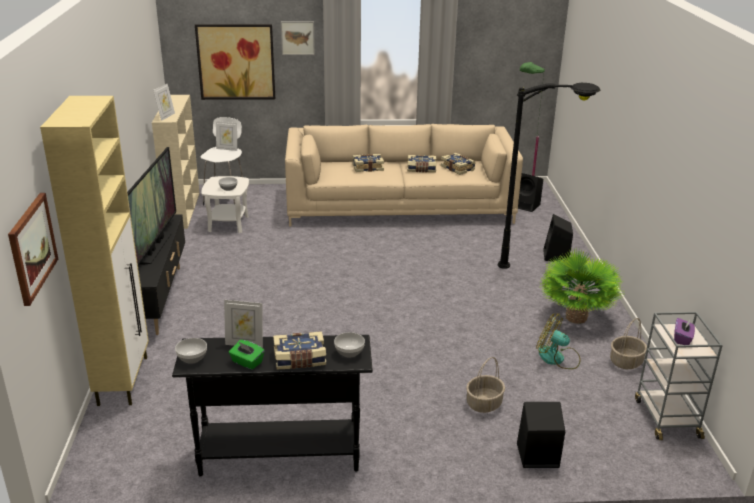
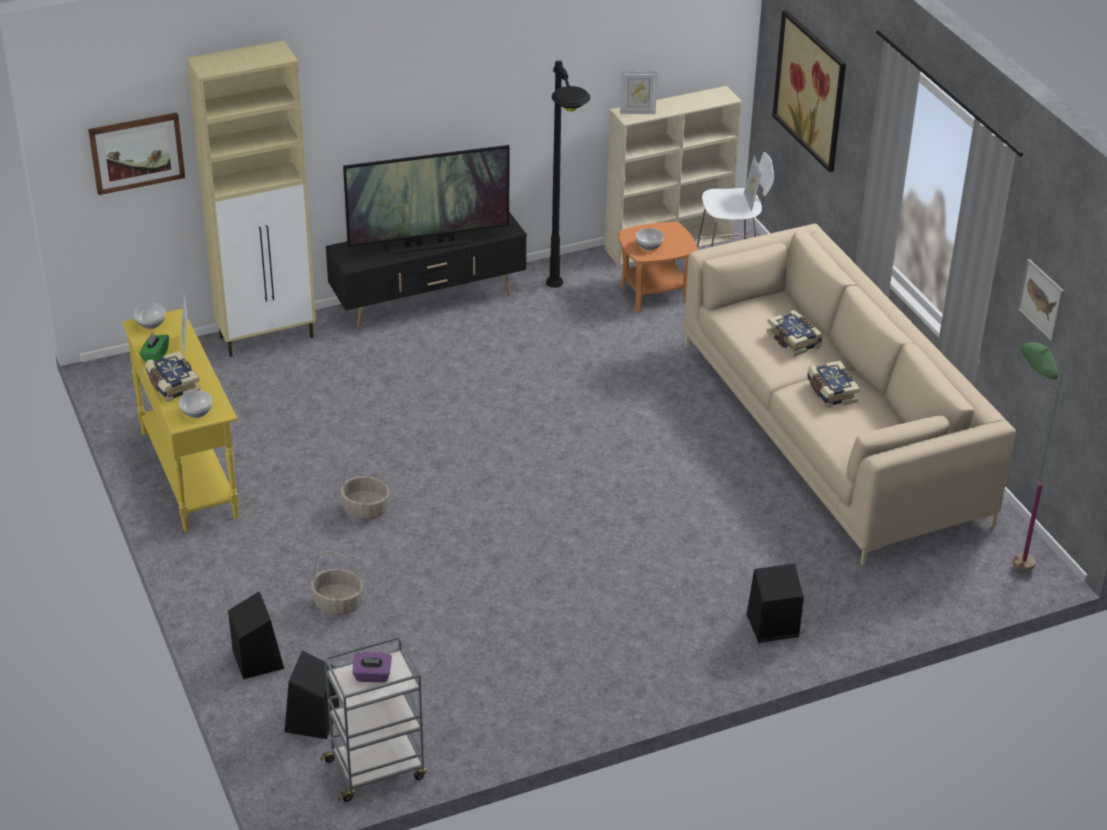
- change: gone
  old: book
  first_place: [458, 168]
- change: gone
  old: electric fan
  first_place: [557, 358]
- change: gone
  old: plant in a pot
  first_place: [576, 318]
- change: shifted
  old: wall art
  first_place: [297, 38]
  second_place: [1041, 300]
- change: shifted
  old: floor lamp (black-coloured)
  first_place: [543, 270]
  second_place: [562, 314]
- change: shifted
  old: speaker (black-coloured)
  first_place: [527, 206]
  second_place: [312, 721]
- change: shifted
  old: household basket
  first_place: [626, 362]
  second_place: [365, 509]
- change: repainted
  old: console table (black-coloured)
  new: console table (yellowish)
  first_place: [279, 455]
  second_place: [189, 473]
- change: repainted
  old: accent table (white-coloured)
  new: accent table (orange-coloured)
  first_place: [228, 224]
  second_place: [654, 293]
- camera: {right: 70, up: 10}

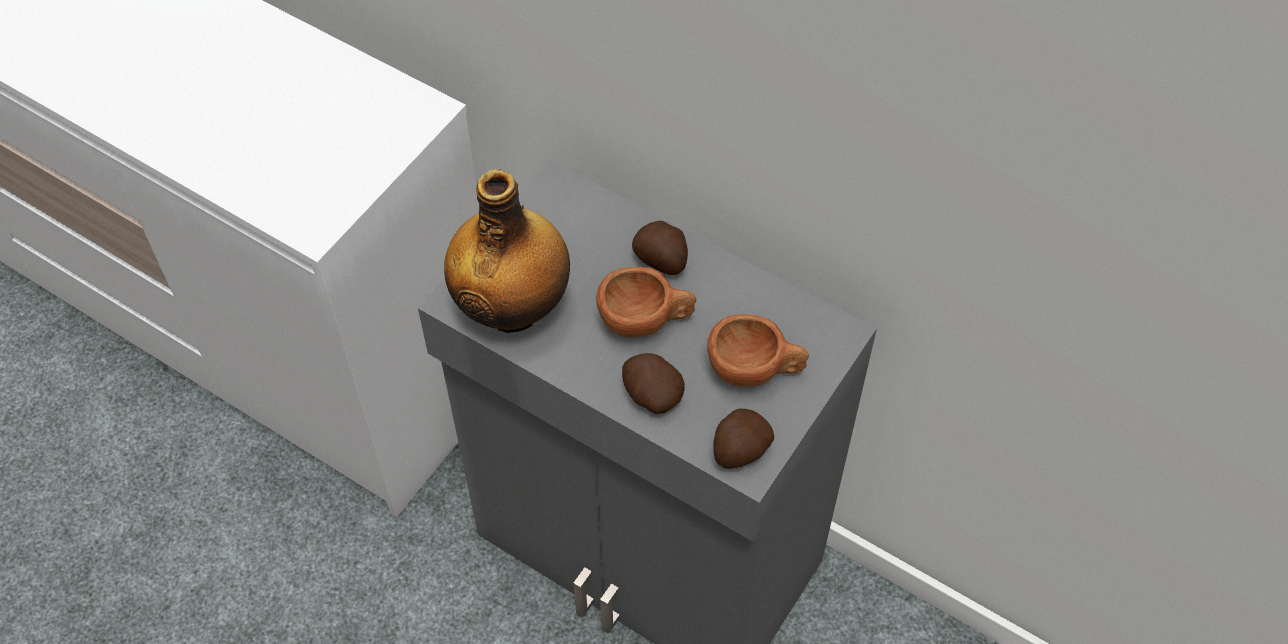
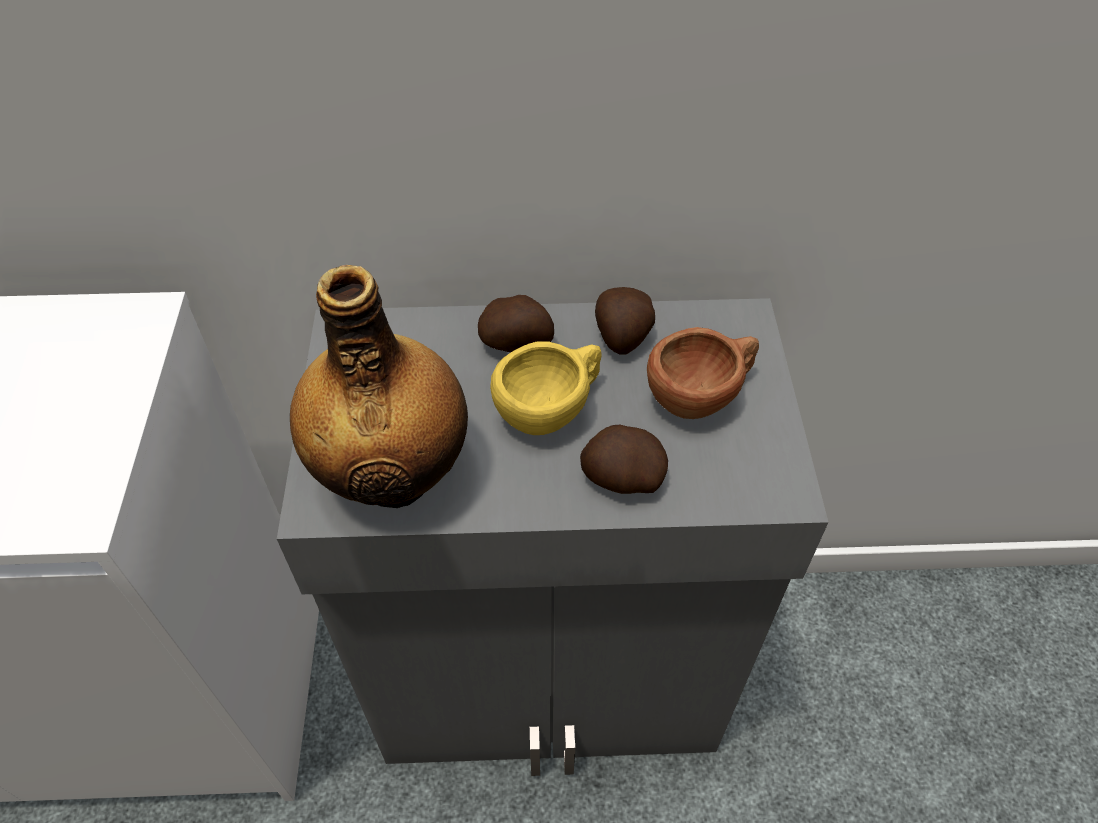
- change: shifted
  old: spud
  first_place: [739, 451]
  second_place: [622, 337]
- change: repainted
  old: drinking cup (brown-coloured)
  new: drinking cup (yellowish)
  first_place: [646, 321]
  second_place: [552, 408]
- camera: {right: -35, up: -5}

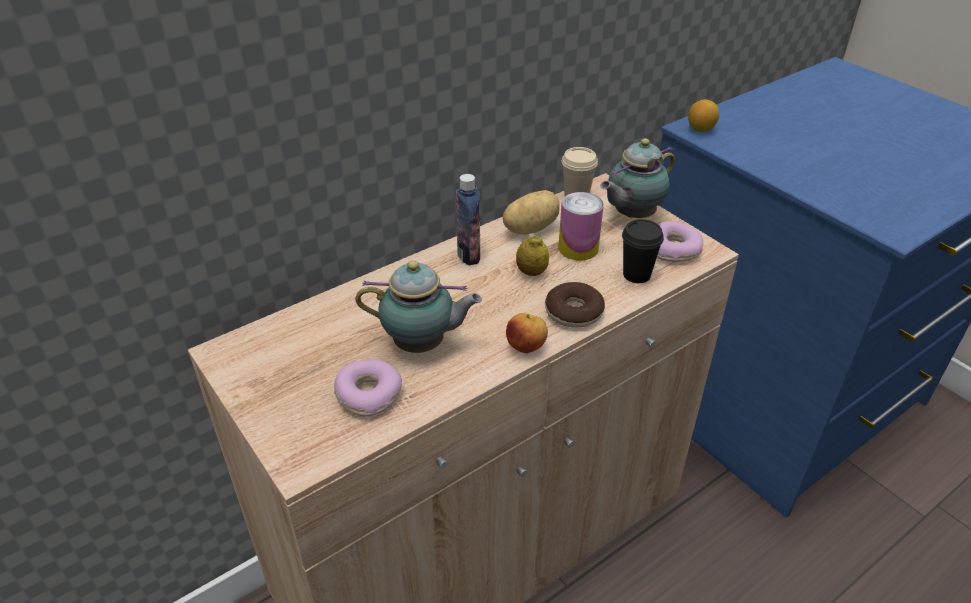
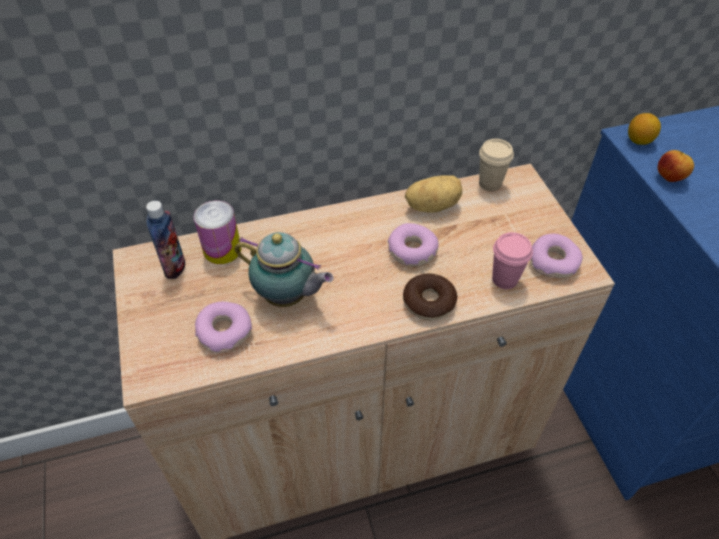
- change: gone
  old: teapot
  first_place: [631, 215]
- change: shifted
  old: bottle
  first_place: [468, 255]
  second_place: [174, 267]
- change: shifted
  old: apple fruit
  first_place: [526, 347]
  second_place: [670, 178]
- change: shifted
  old: sealed can
  first_place: [578, 248]
  second_place: [222, 250]
- change: swapped
  old: lemon
  new: donut
  first_place: [531, 272]
  second_place: [412, 251]
- change: repainted
  old: drinking cup (black-coloured)
  new: drinking cup (pink-coloured)
  first_place: [636, 275]
  second_place: [504, 279]
- camera: {right: 20, up: 10}

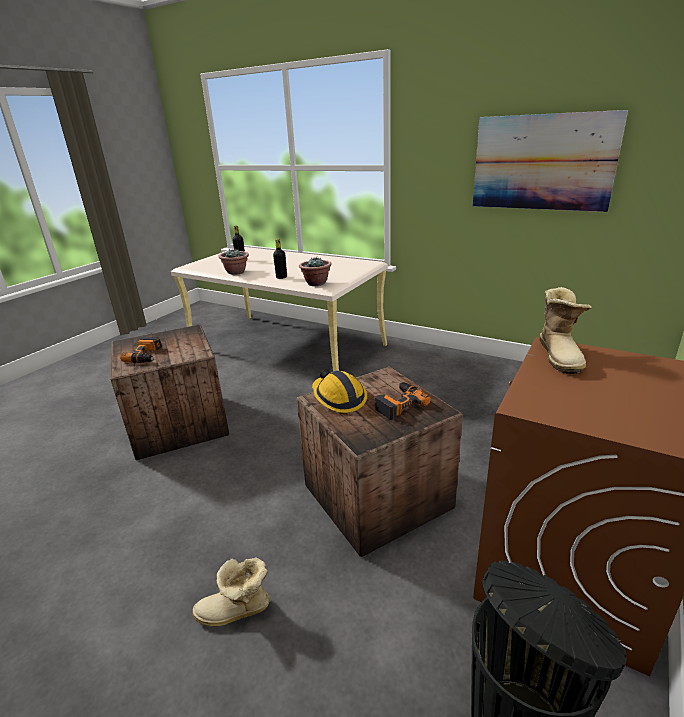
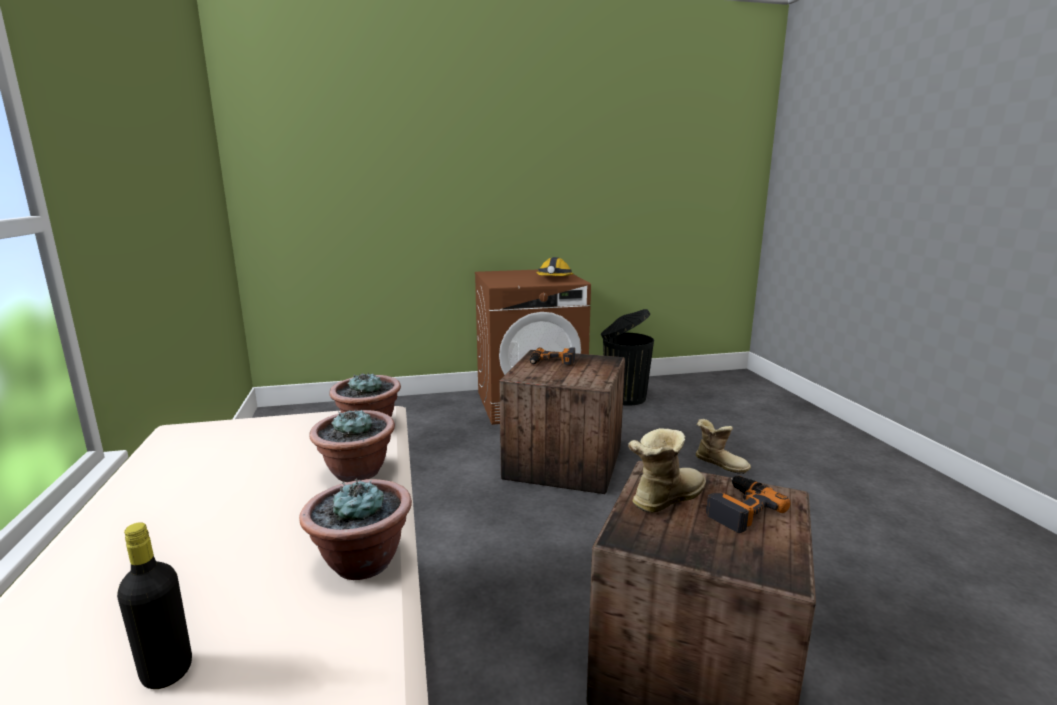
- change: gone
  old: wall art
  first_place: [542, 162]
- change: shifted
  old: work helmet
  first_place: [338, 398]
  second_place: [554, 279]
- change: shifted
  old: tall boot
  first_place: [561, 355]
  second_place: [663, 498]
- change: swapped
  old: bottle (black-coloured)
  new: plant in a pot
  first_place: [281, 277]
  second_place: [357, 472]
- camera: {right: -135, up: -10}

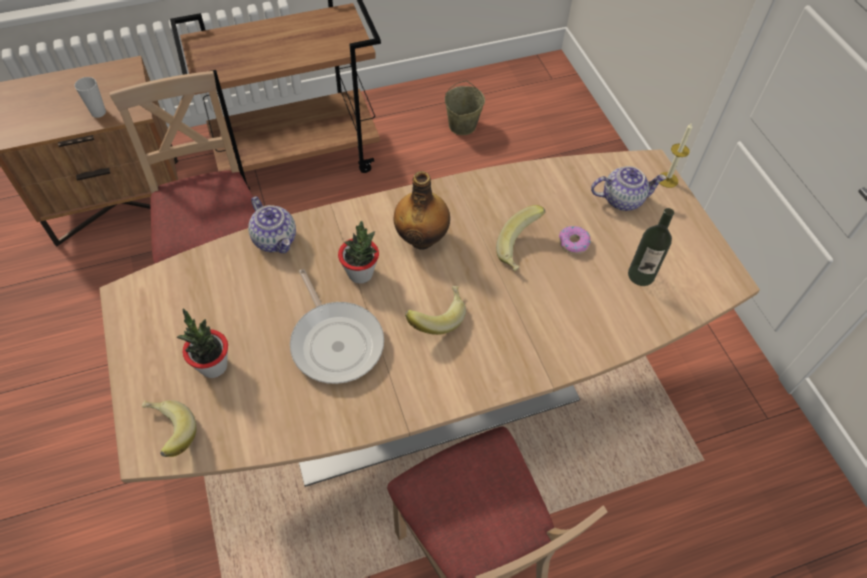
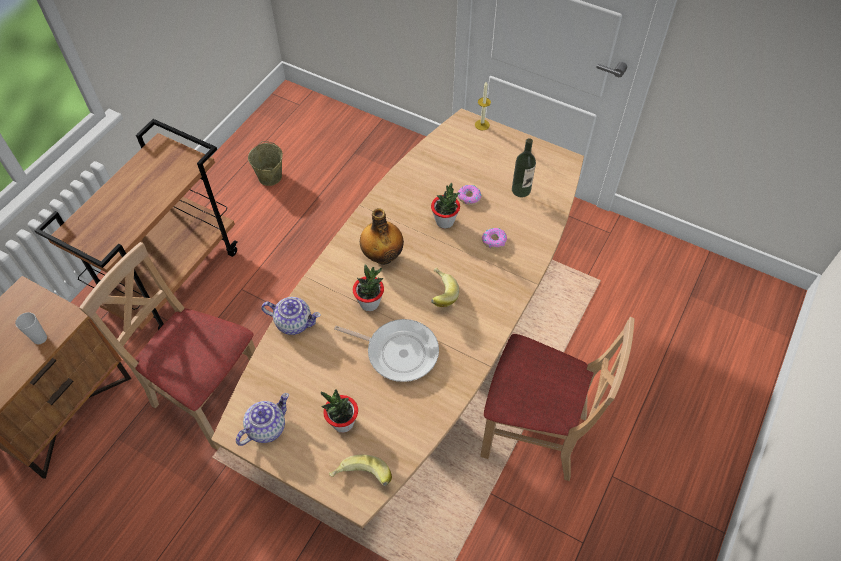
- change: new
  new: donut
  second_place: [494, 240]
- change: shifted
  old: teapot
  first_place: [622, 199]
  second_place: [266, 427]
- change: swapped
  old: banana
  new: plant in a pot
  first_place: [521, 249]
  second_place: [445, 221]
- camera: {right: -40, up: 0}

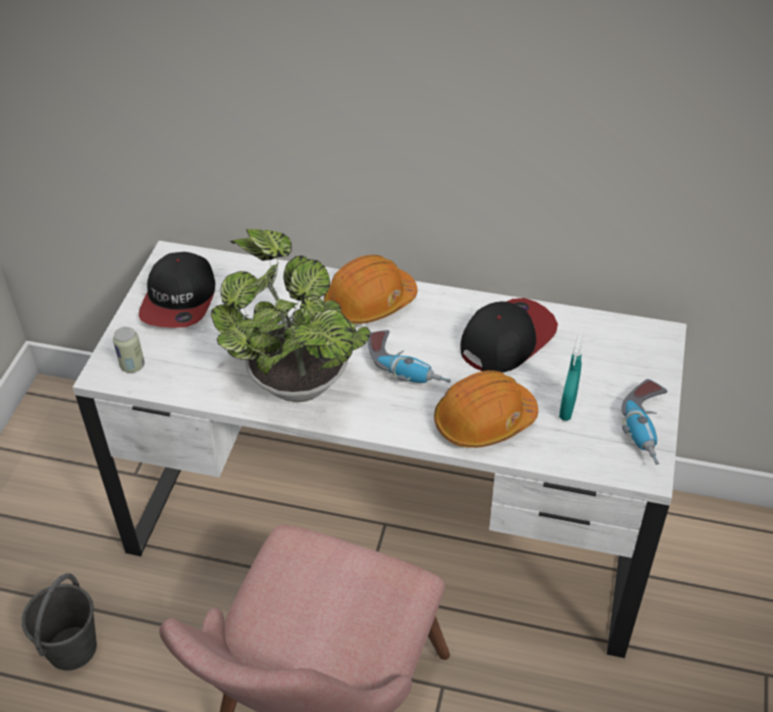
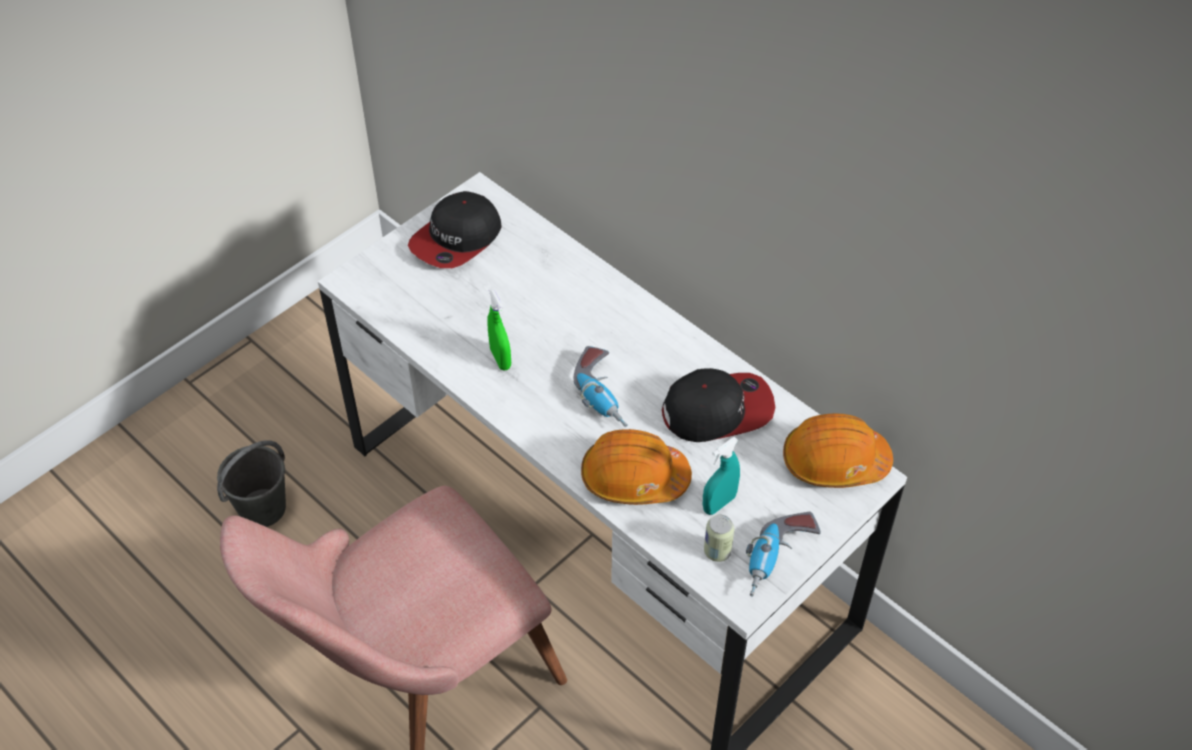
- change: shifted
  old: sealed can
  first_place: [132, 366]
  second_place: [717, 552]
- change: shifted
  old: work helmet (orange-coloured)
  first_place: [369, 303]
  second_place: [834, 462]
- change: swapped
  old: plant in a pot
  new: sprayer (green)
  first_place: [294, 378]
  second_place: [500, 358]
- camera: {right: 30, up: 5}

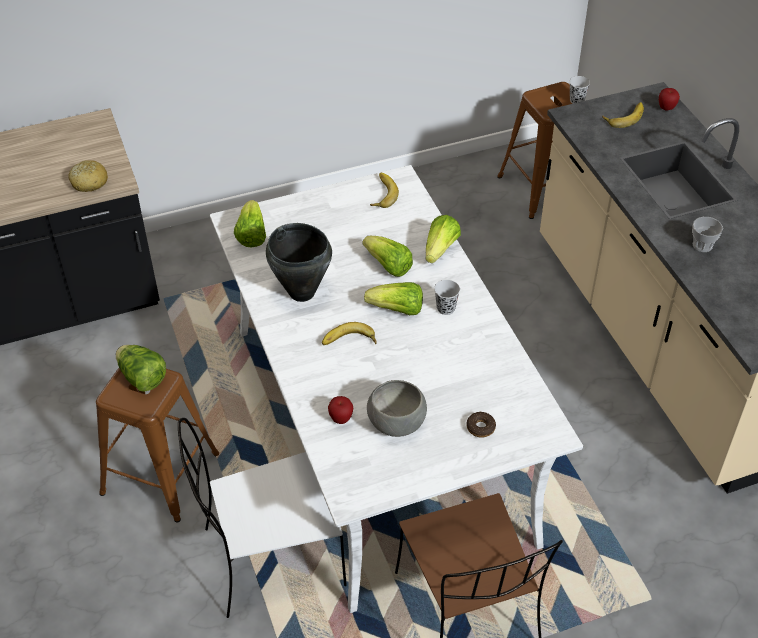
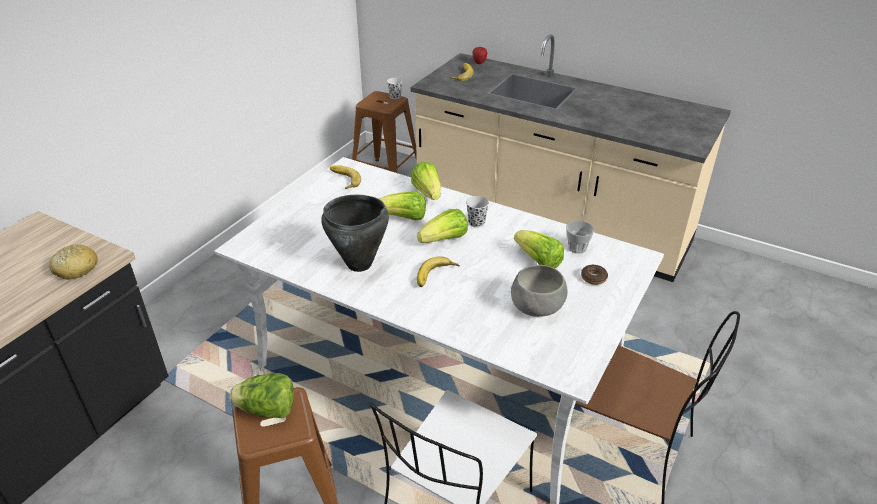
- change: gone
  old: apple fruit
  first_place: [341, 419]
- change: shifted
  old: lettuce head
  first_place: [251, 235]
  second_place: [538, 261]
- change: shifted
  old: drinking cup
  first_place: [702, 245]
  second_place: [577, 248]
- camera: {right: -40, up: -10}

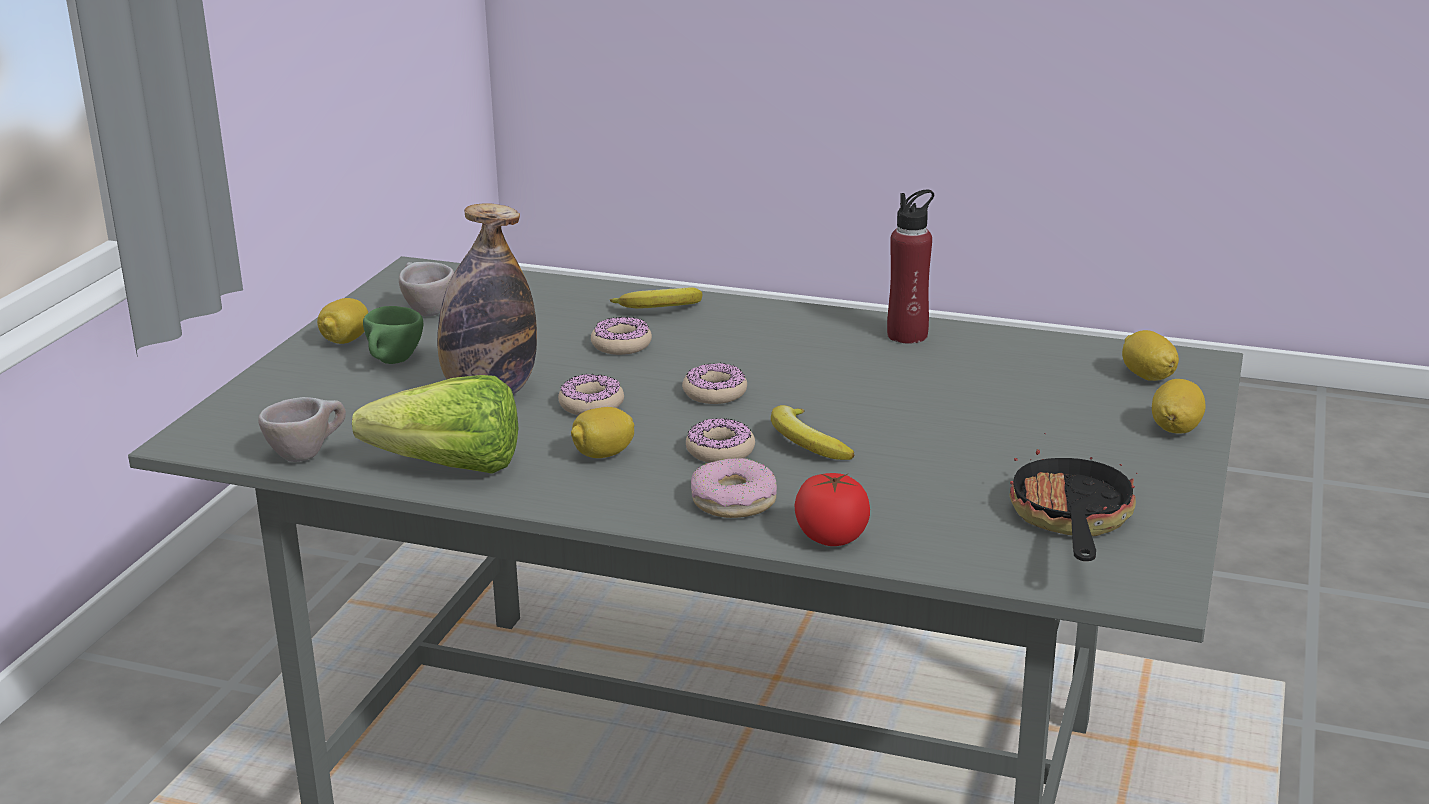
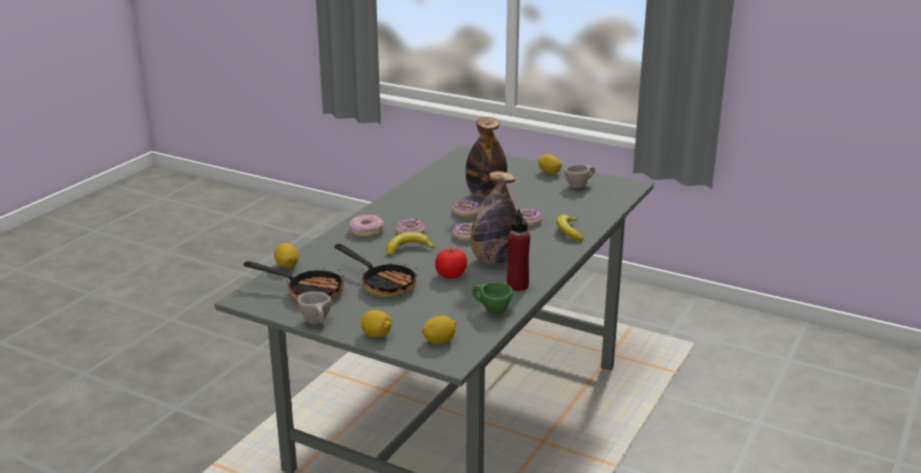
- change: gone
  old: lettuce head
  first_place: [438, 467]
- change: new
  new: skillet
  second_place: [382, 284]
- change: new
  new: bottle
  second_place: [493, 261]
- change: shifted
  old: drinking cup (sand-coloured)
  first_place: [307, 454]
  second_place: [317, 323]
- change: shifted
  old: drinking cup (green)
  first_place: [393, 363]
  second_place: [491, 311]
- change: shifted
  old: lemon
  first_place: [603, 455]
  second_place: [287, 265]
- change: shifted
  old: fresh tomato
  first_place: [831, 537]
  second_place: [451, 275]
- camera: {right: 100, up: 0}

